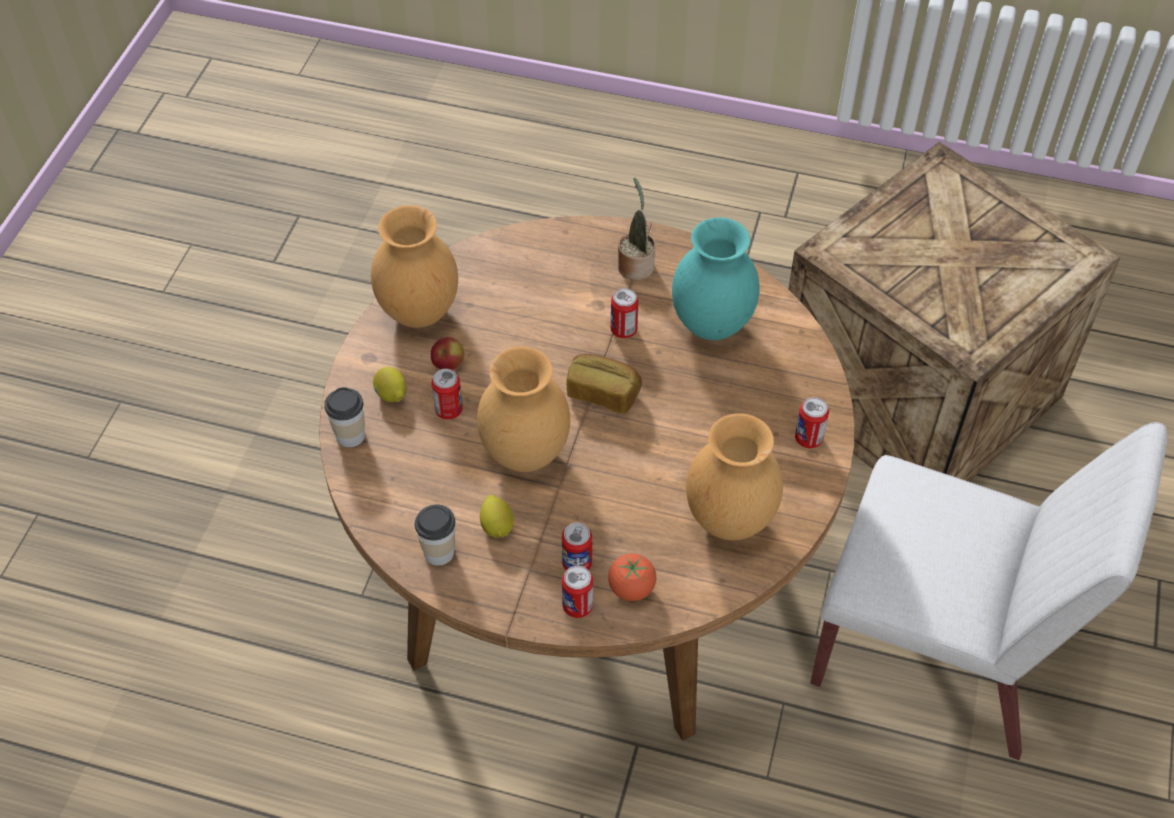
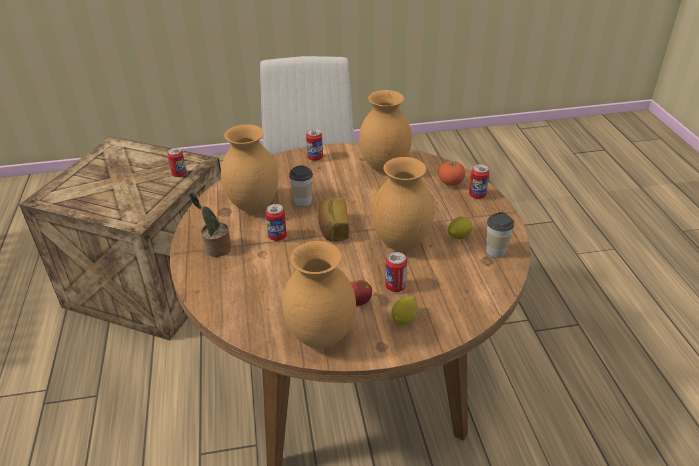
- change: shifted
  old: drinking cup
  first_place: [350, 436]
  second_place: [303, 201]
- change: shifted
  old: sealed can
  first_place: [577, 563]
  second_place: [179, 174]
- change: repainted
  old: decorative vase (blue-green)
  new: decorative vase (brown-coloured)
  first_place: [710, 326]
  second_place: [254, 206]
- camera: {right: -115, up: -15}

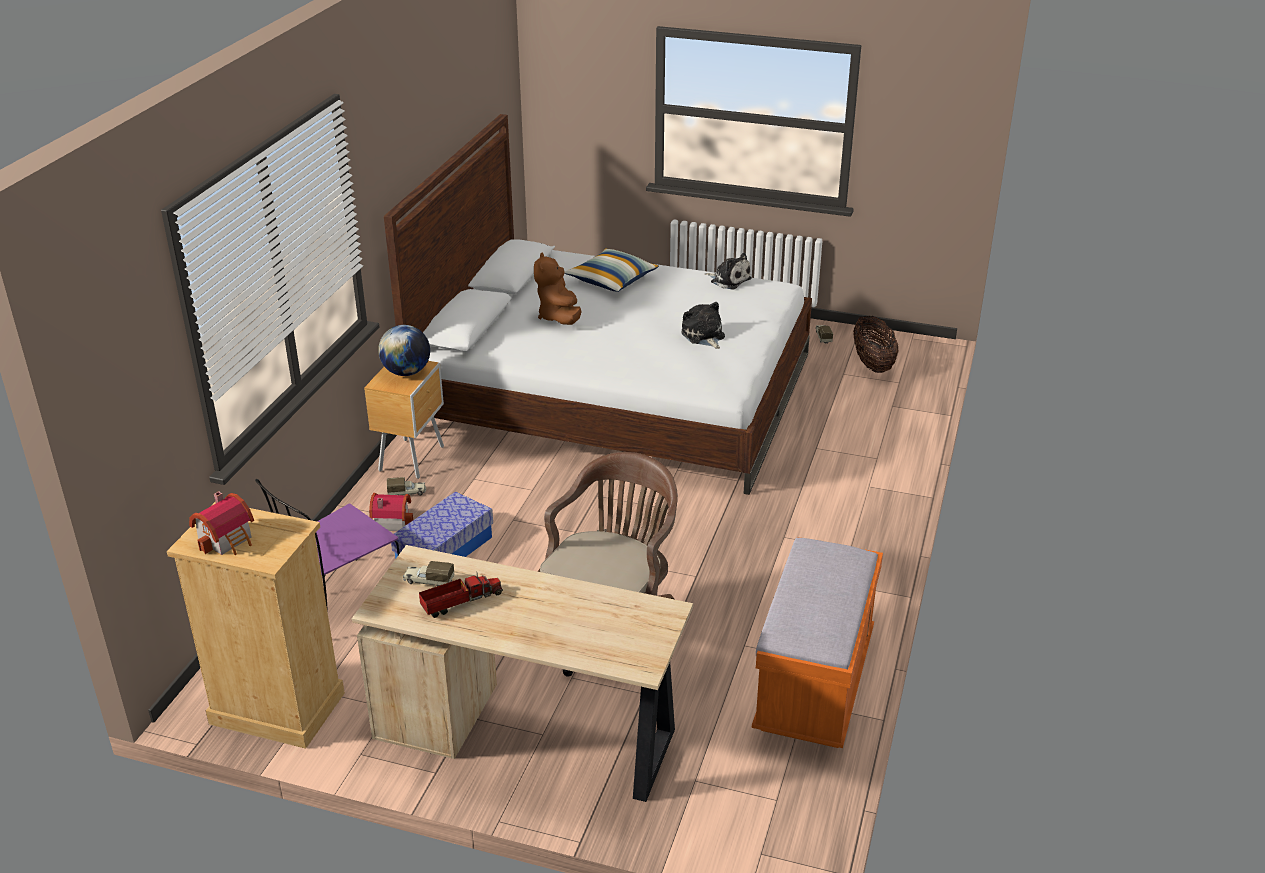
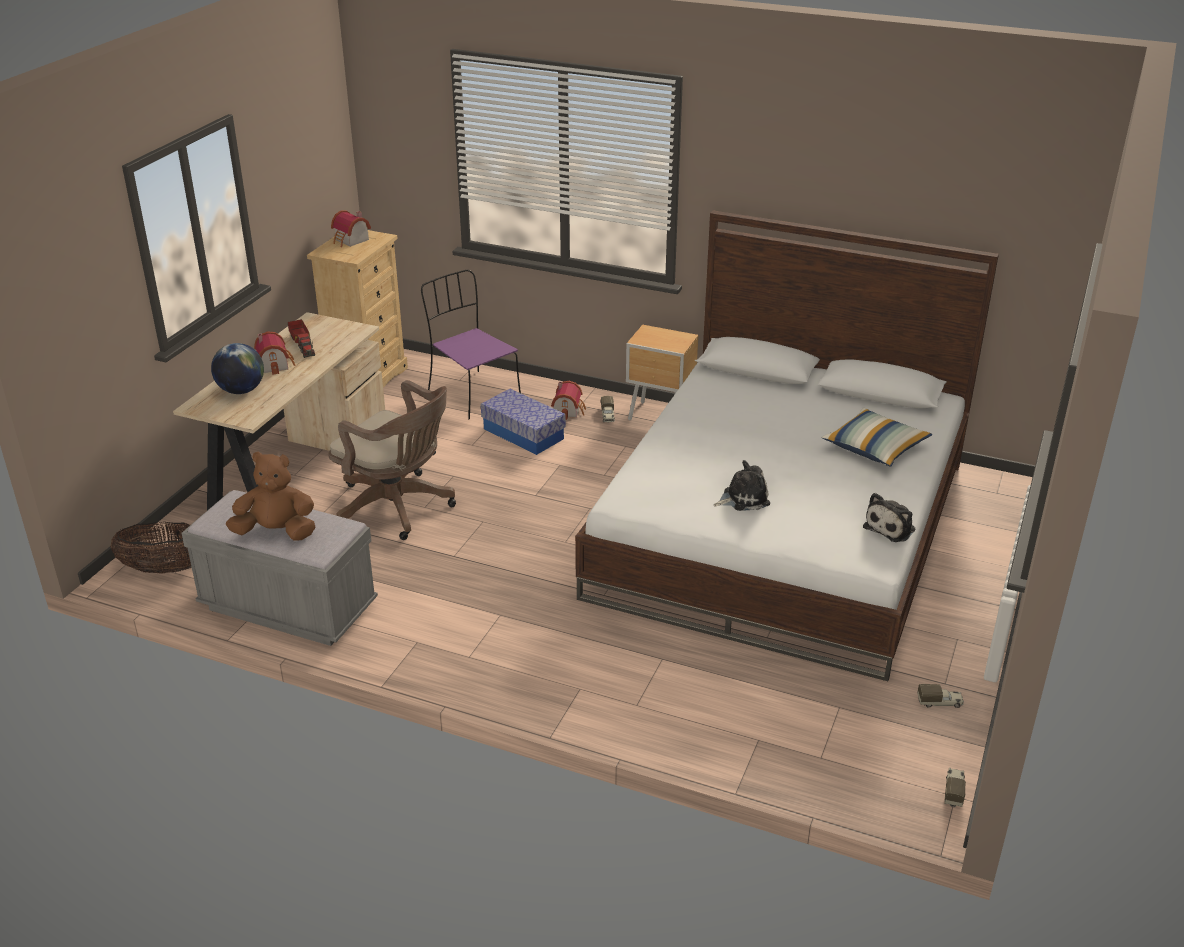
- change: new
  new: model house
  second_place: [275, 364]
- change: shifted
  old: desk globe
  first_place: [406, 372]
  second_place: [241, 390]
- change: shifted
  old: toy truck
  first_place: [428, 581]
  second_place: [953, 791]
- change: shifted
  old: cuddly toy (brown-coloured)
  first_place: [559, 317]
  second_place: [276, 532]
- change: shifted
  old: household basket
  first_place: [873, 364]
  second_place: [165, 569]
- change: repainted
  old: long seat (orange-coloured)
  new: long seat (grey)
  first_place: [814, 683]
  second_place: [288, 607]
- camera: {right: 95, up: 0}

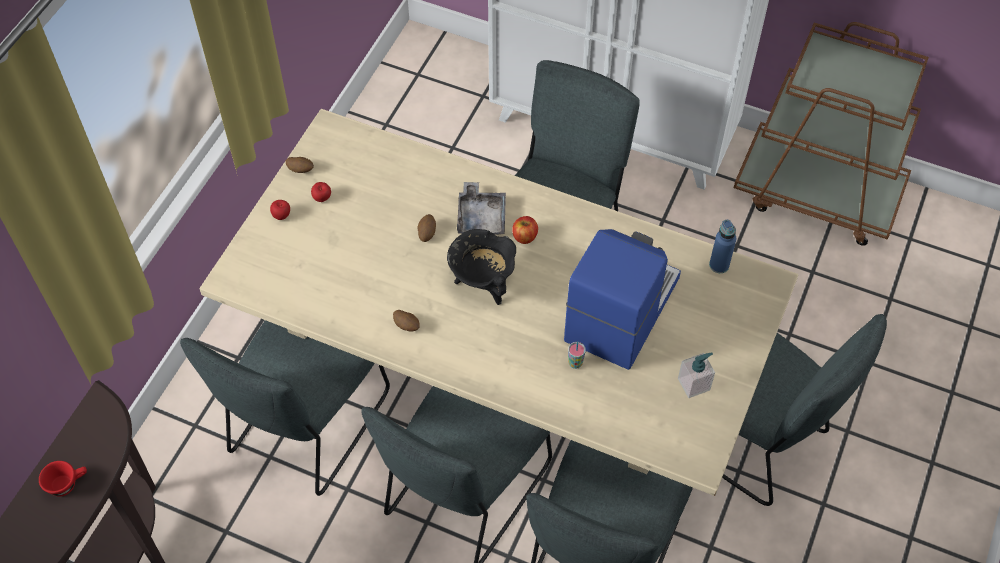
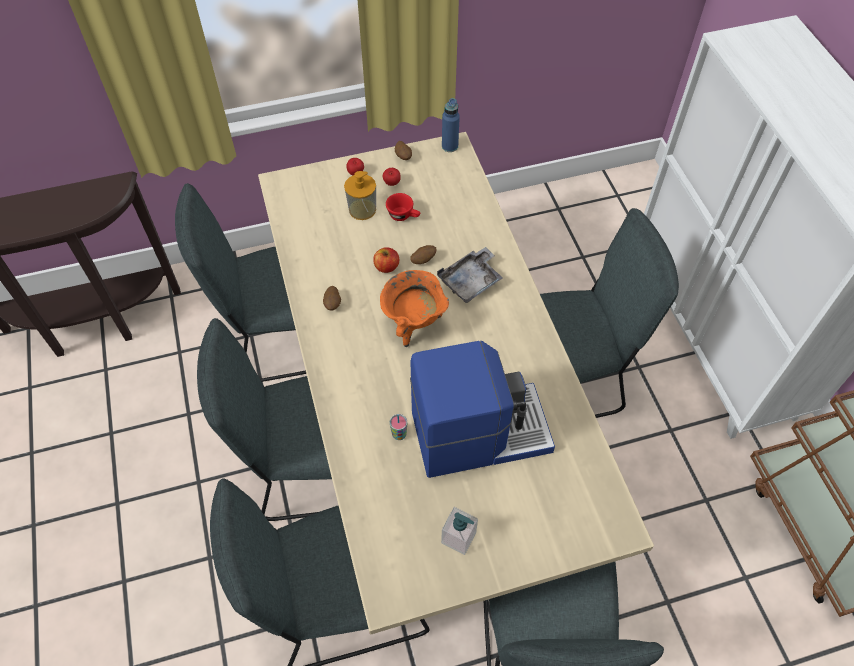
- change: new
  new: soap bottle
  second_place: [362, 209]
- change: shifted
  old: drinking cup (red-coloured)
  first_place: [67, 483]
  second_place: [404, 216]
- change: shifted
  old: apple fruit
  first_place: [524, 236]
  second_place: [386, 267]
- change: shifted
  old: bottle (bluish)
  first_place: [719, 265]
  second_place: [450, 146]
- change: repainted
  old: cooking pot (black-coloured)
  new: cooking pot (orange-coloured)
  first_place: [483, 283]
  second_place: [414, 323]
- camera: {right: 50, up: 0}

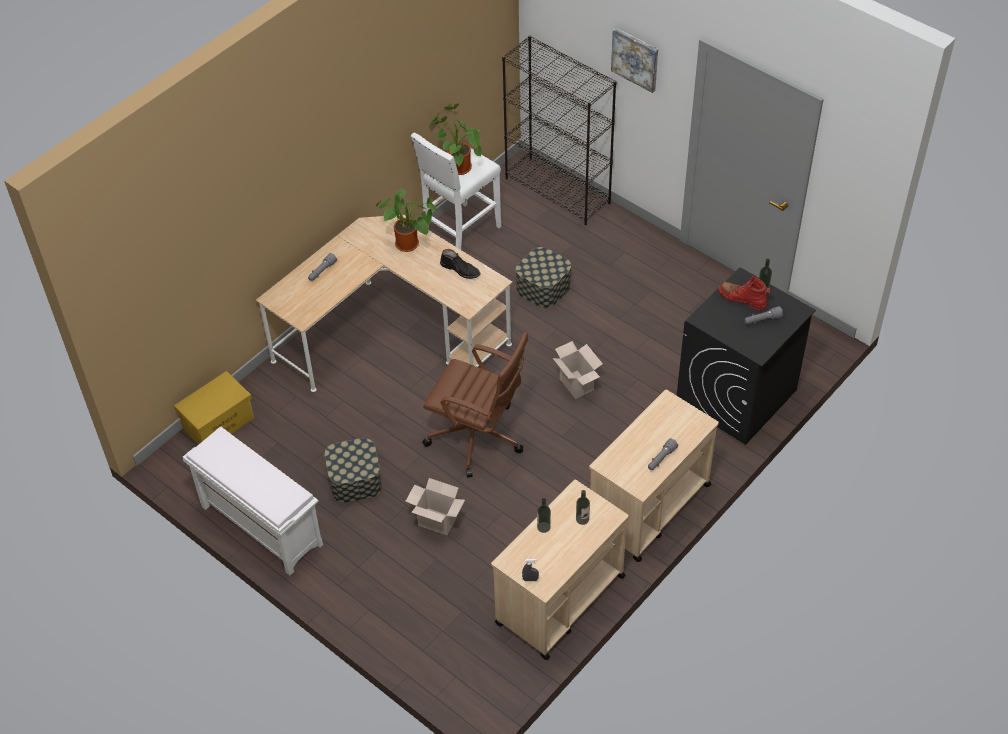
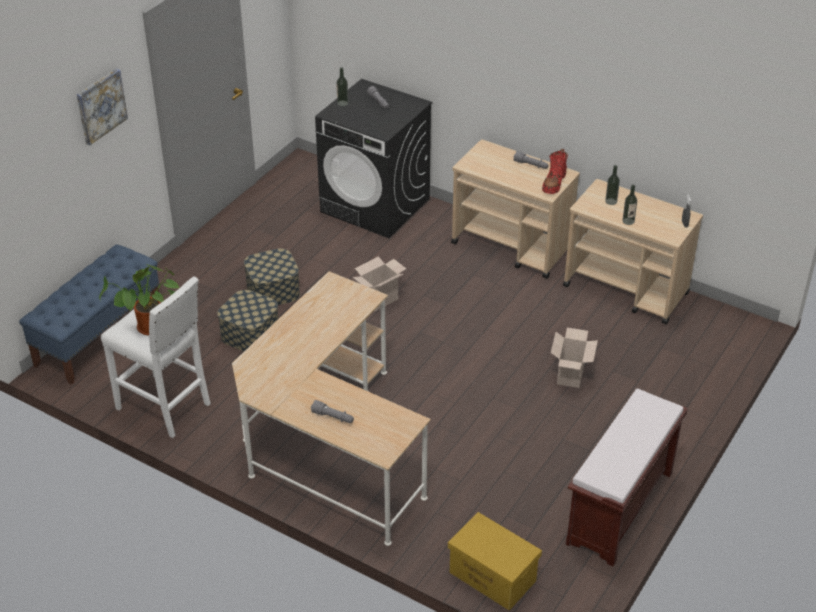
- change: gone
  old: plant in a pot
  first_place: [410, 244]
- change: gone
  old: office chair (brown-coloured)
  first_place: [478, 437]
- change: gone
  old: tall boot (black-coloured)
  first_place: [460, 269]
- change: shifted
  old: storage container
  first_place: [355, 480]
  second_place: [273, 290]
- change: shifted
  old: tall boot (red-coloured)
  first_place: [742, 299]
  second_place: [554, 183]
- change: swapped
  old: shelving unit (black-coloured)
  new: long seat (bluish)
  first_place: [558, 191]
  second_place: [99, 335]
- change: repainted
  old: long seat (white-coloured)
  new: long seat (brown-coloured)
  first_place: [260, 525]
  second_place: [620, 509]
- camera: {right: -100, up: -10}

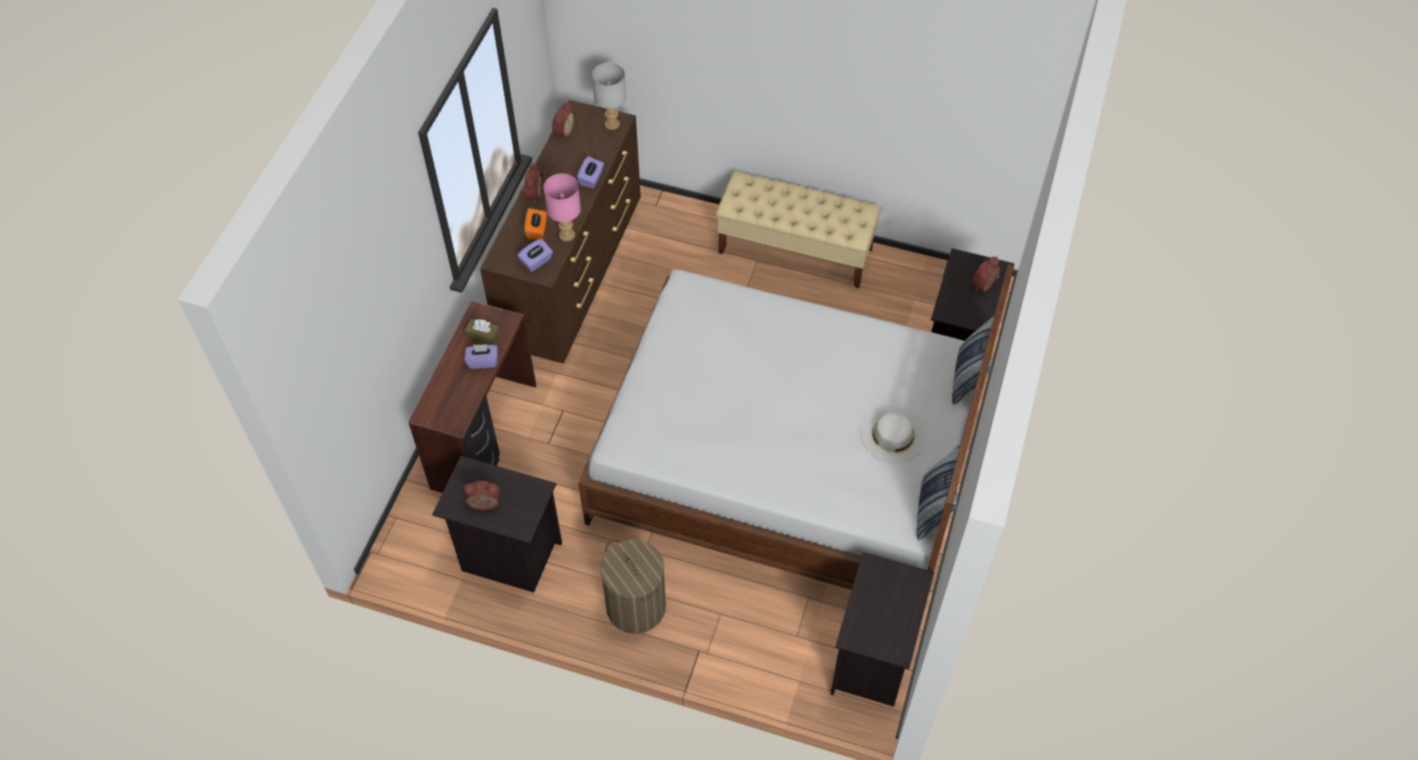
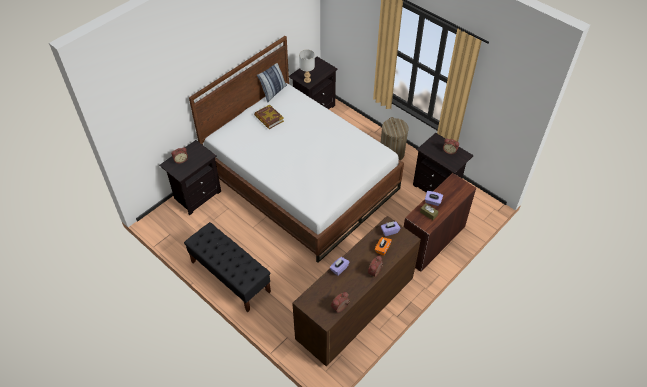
- change: gone
  old: table lamp (pink-coloured)
  first_place: [567, 234]
- change: gone
  old: pillow
  first_place: [968, 378]
- change: shifted
  old: table lamp (grey)
  first_place: [613, 124]
  second_place: [307, 80]
- change: swapped
  old: wearable hat (white-coloured)
  new: book
  first_place: [893, 435]
  second_place: [269, 119]
- change: repainted
  old: long seat (sand-coloured)
  new: long seat (black-coloured)
  first_place: [796, 250]
  second_place: [230, 276]
- camera: {right: -155, up: -5}

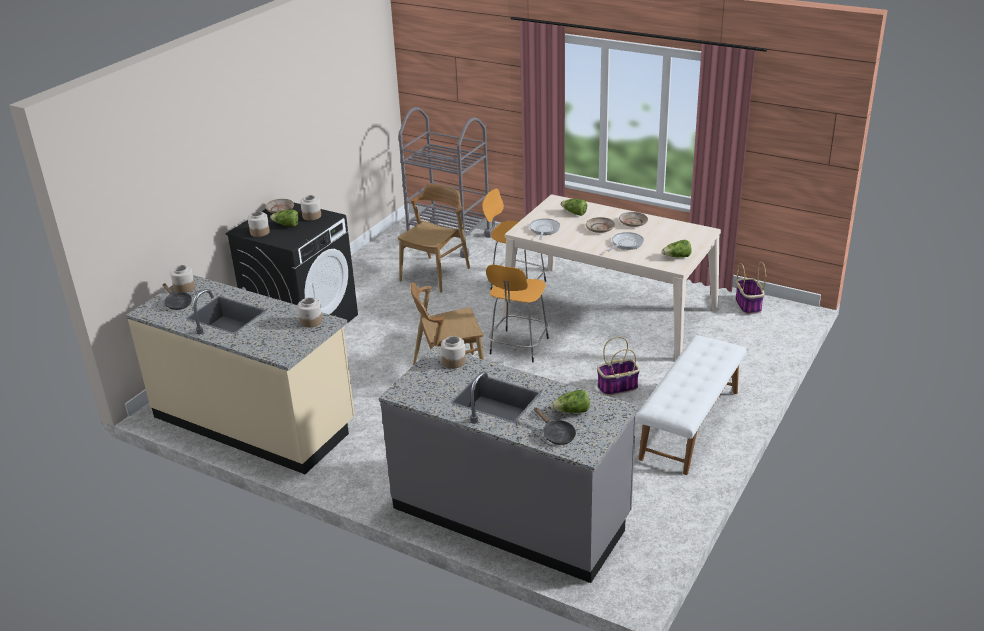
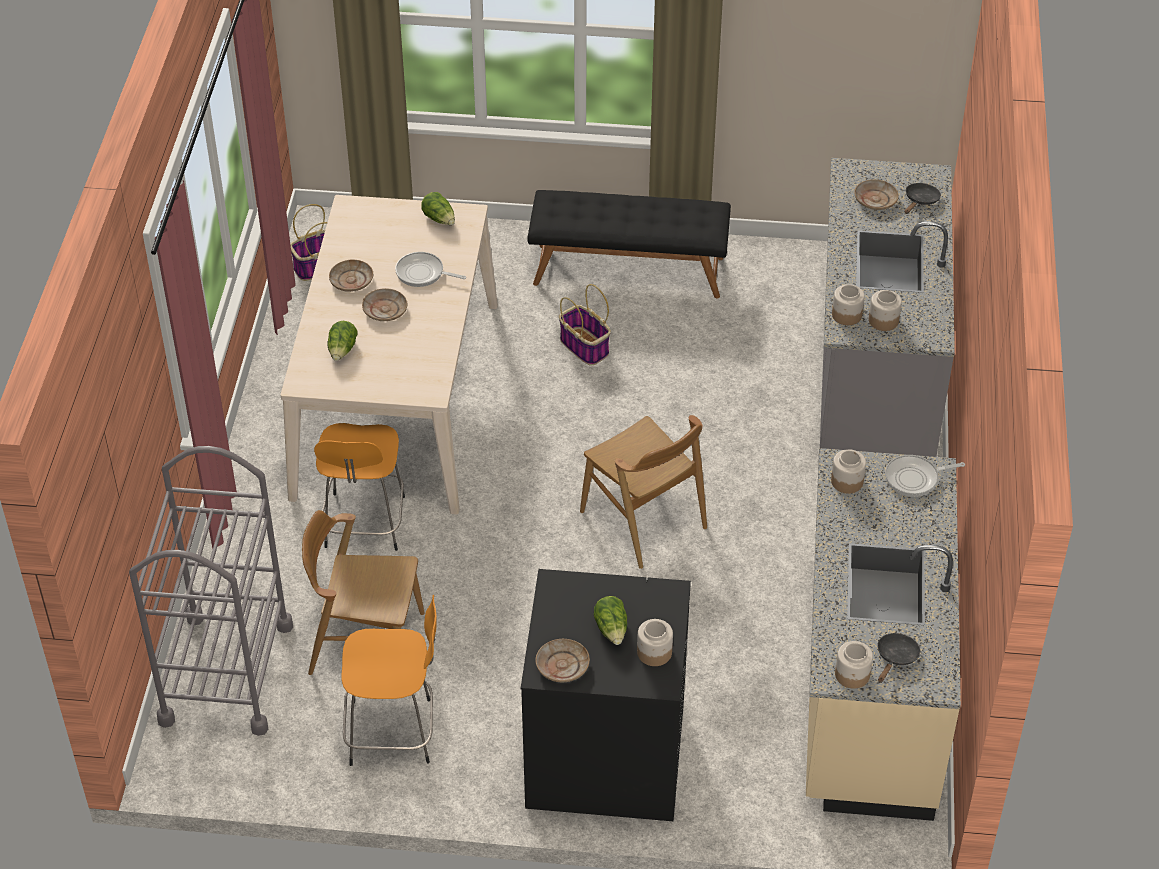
- change: shifted
  old: storage jar
  first_place: [312, 216]
  second_place: [883, 320]
- change: shifted
  old: stool seat (orange-coloured)
  first_place: [518, 347]
  second_place: [394, 732]
- change: shifted
  old: skillet
  first_place: [544, 230]
  second_place: [915, 478]
- change: swapped
  old: lettuce head
  new: plate (sand-coloured)
  first_place: [572, 411]
  second_place: [875, 200]
- change: repainted
  old: long seat (white-coloured)
  new: long seat (black-coloured)
  first_place: [690, 424]
  second_place: [629, 270]
- camera: {right: -115, up: 15}

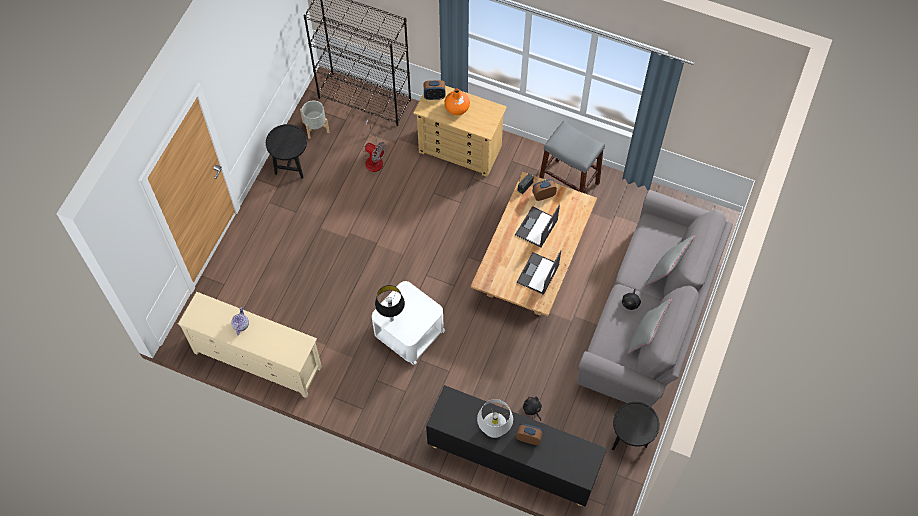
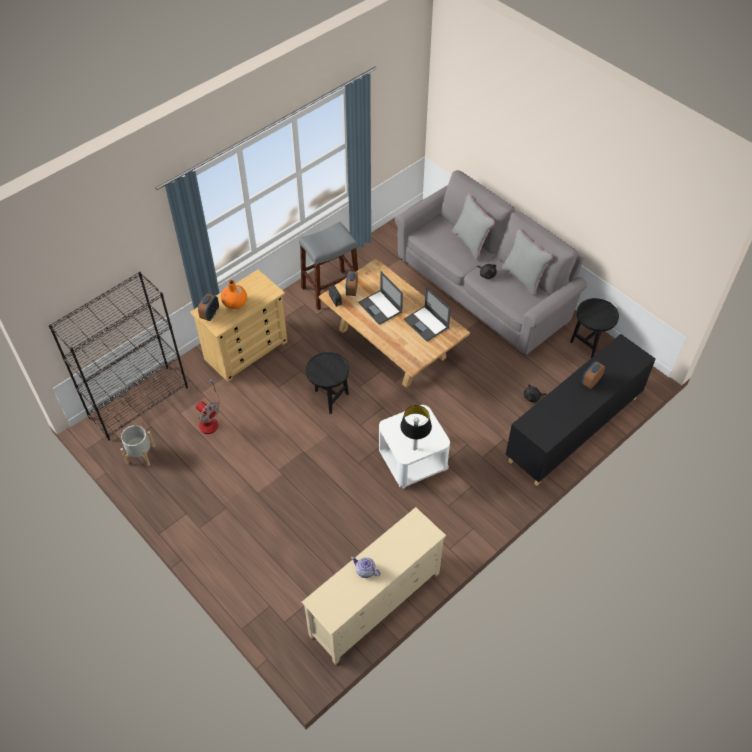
- change: gone
  old: table lamp (white-coloured)
  first_place: [494, 429]
- change: shifted
  old: accent table (black-coloured)
  first_place: [291, 165]
  second_place: [329, 398]
- change: rotated
  old: electric fan
  first_place: [373, 158]
  second_place: [209, 420]
  degrees: 75
- camera: {right: -65, up: -10}

